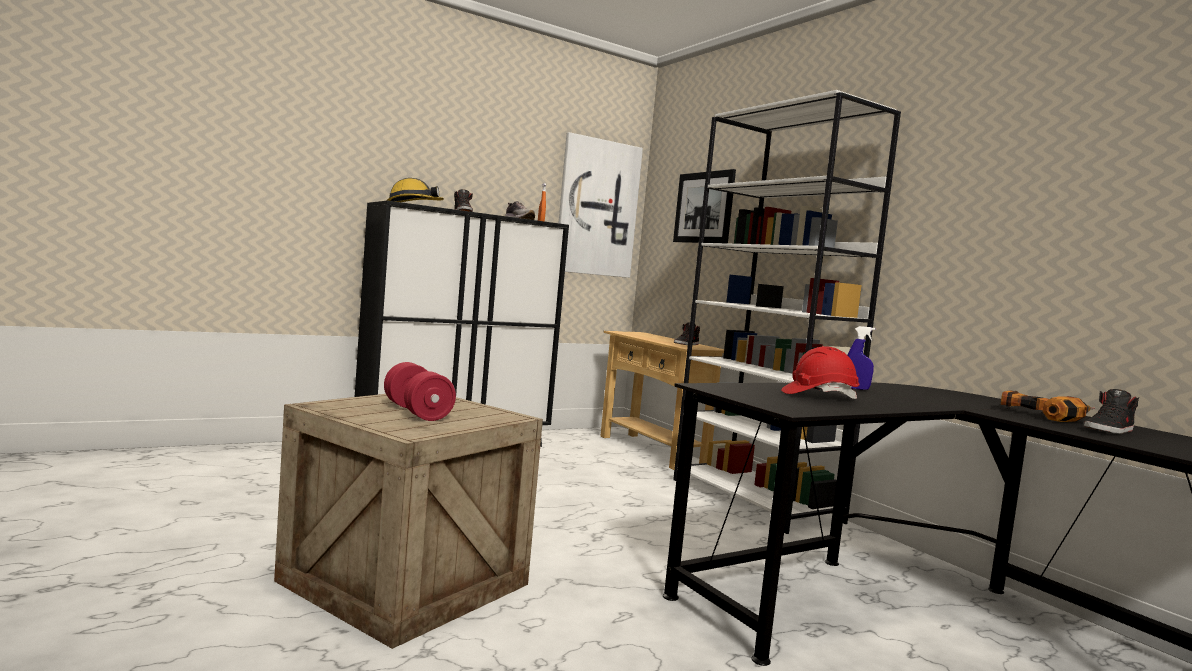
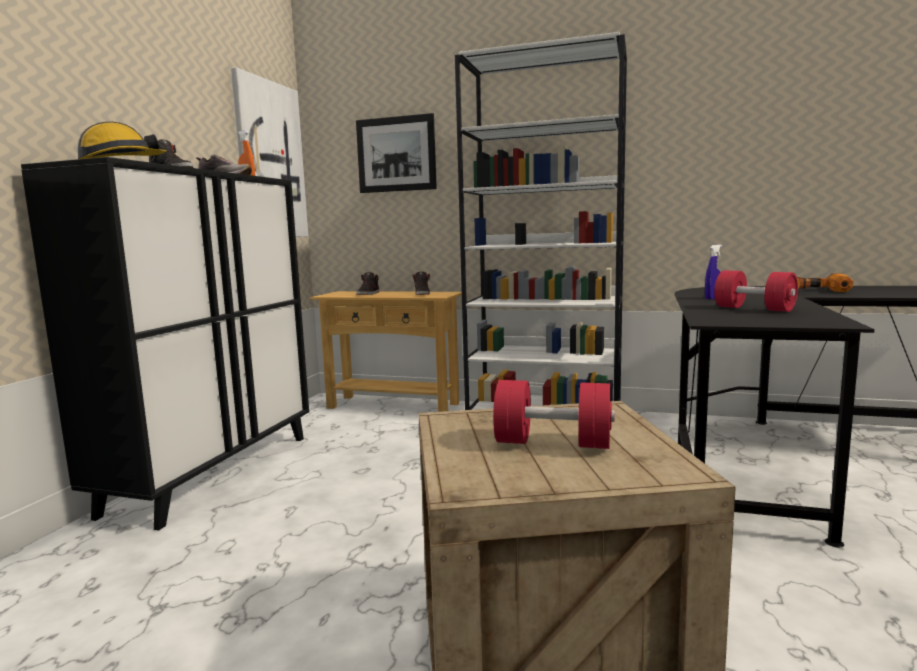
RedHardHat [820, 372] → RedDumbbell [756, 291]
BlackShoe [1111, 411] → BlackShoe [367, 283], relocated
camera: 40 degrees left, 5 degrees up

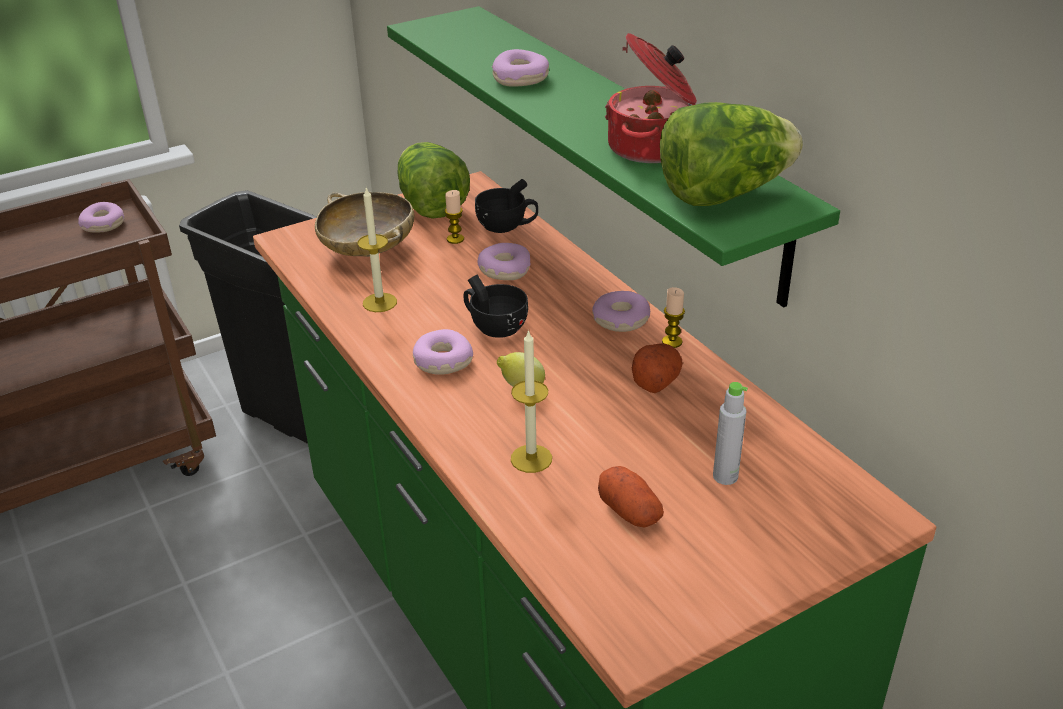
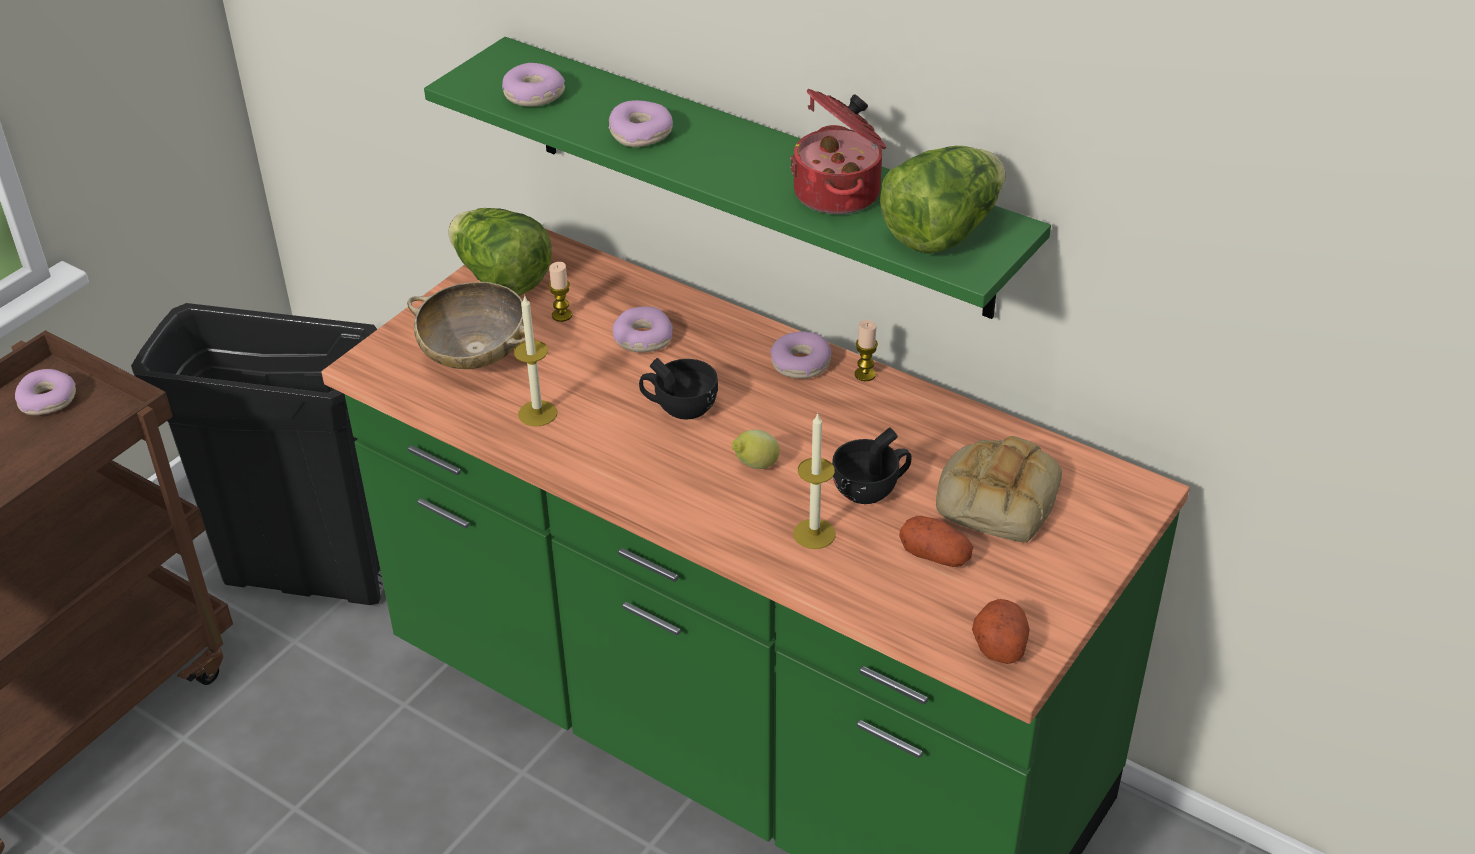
BlackCup [506, 206] → BlackCup [872, 466], relocated
Donut [443, 352] → Donut [533, 85], relocated
Potato [657, 368] → Potato [1001, 631], relocated
GreyBottle [730, 433] → Bread [999, 489]
camera: 25 degrees left, 5 degrees up

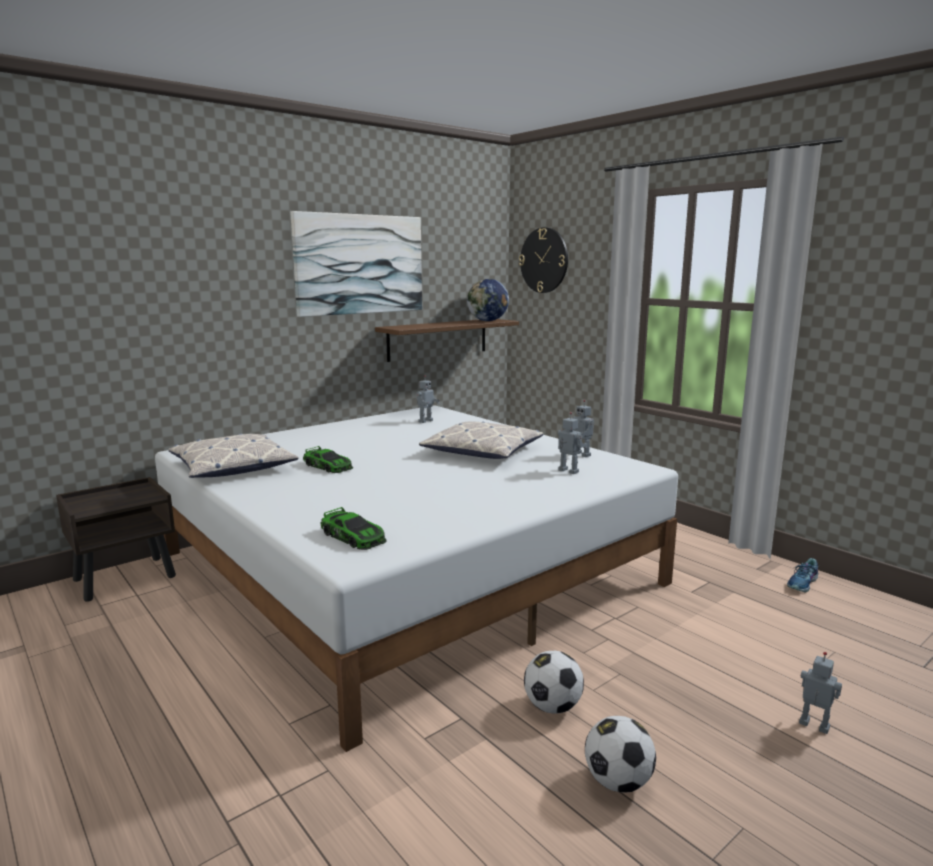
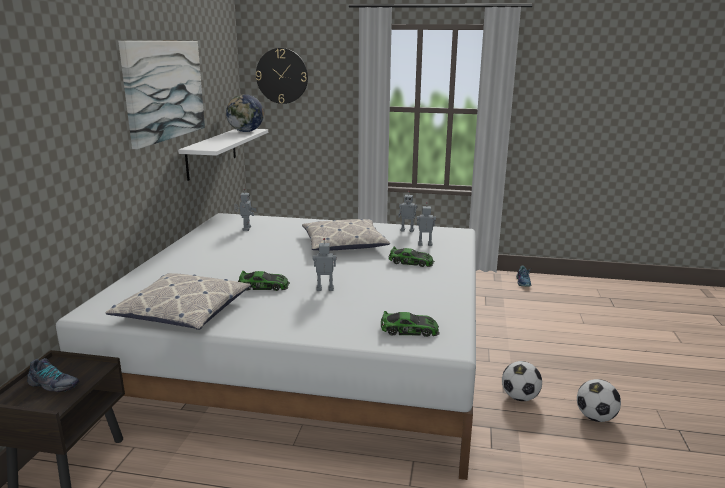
BrownShelf [447, 340] → WhiteShelf [223, 155]
ToyRobot [820, 693] → ToyRobot [325, 264], relocated
- → ToyCar [412, 257]
- → Shoe [53, 375]
camera: 40 degrees left, 5 degrees up

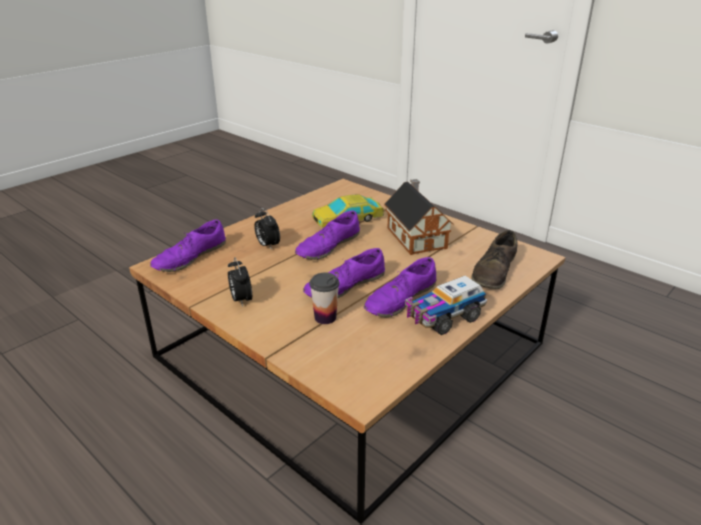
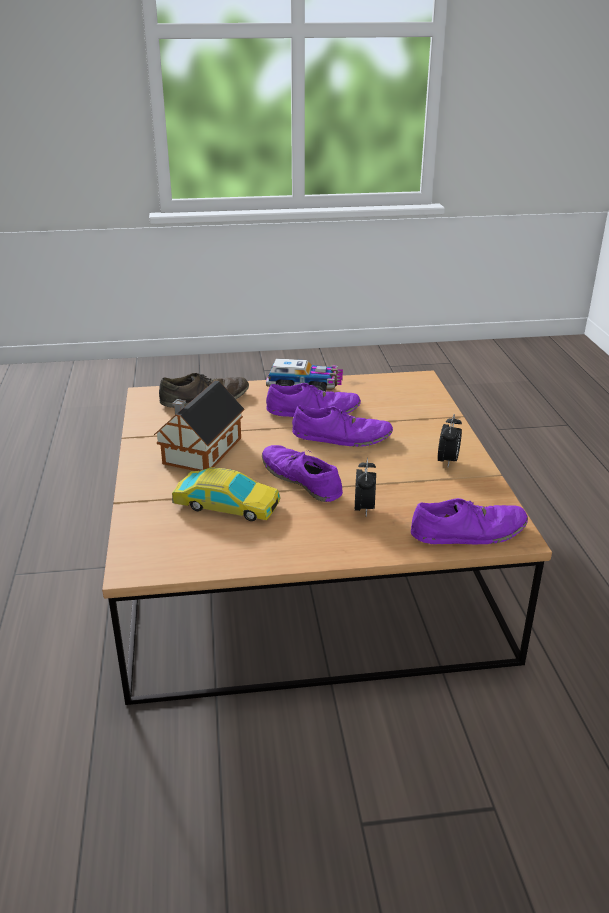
PurpleShoe [327, 235] → PurpleShoe [302, 473], 120 degrees counterclockwise
Cup [325, 298] → -
camera: 140 degrees left, 0 degrees up

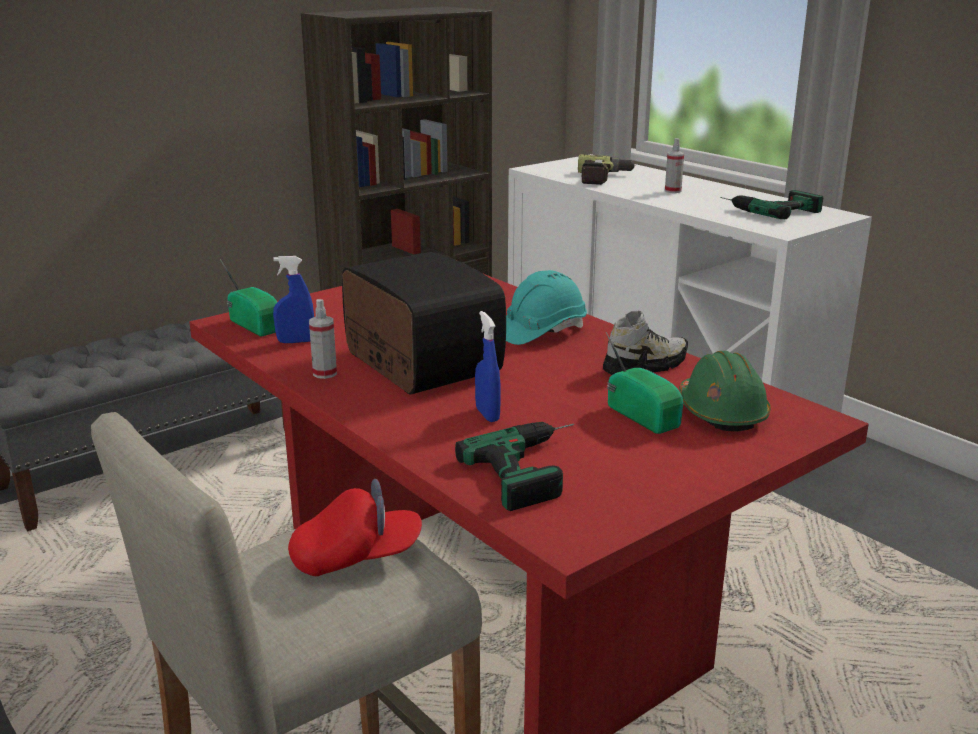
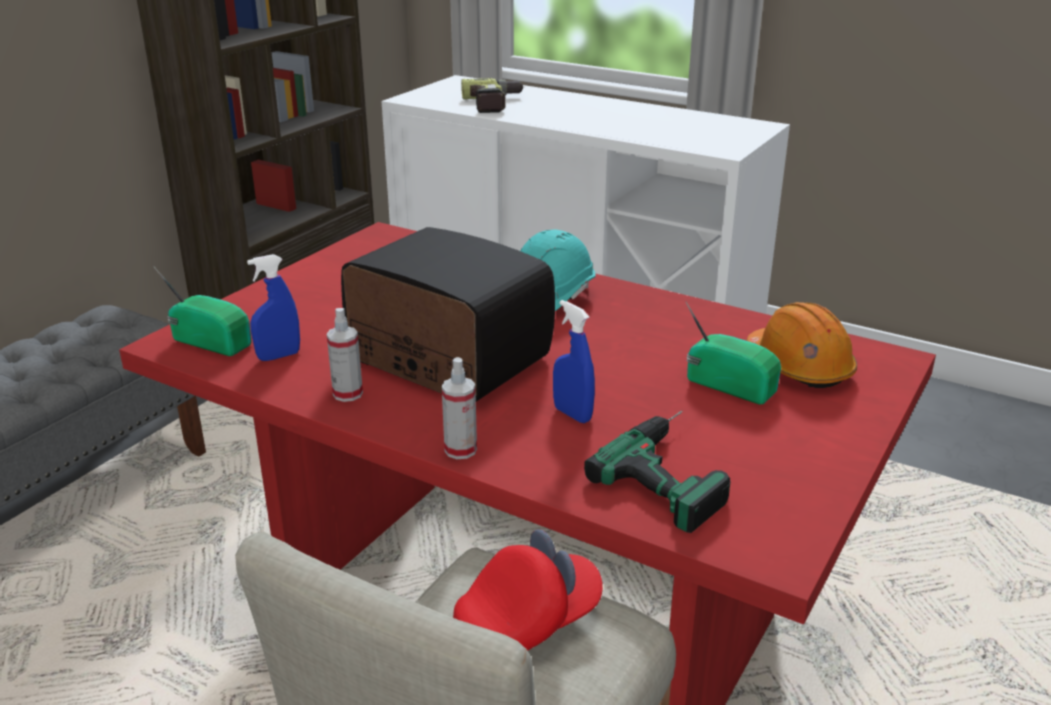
SprayBottle [674, 165] → SprayBottle [459, 408], relocated
PowerDrill [771, 204] → -
Shoe [645, 343] → -
GreenHardHat [725, 391] → OrangeHardHat [802, 345]
camera: 20 degrees left, 5 degrees up

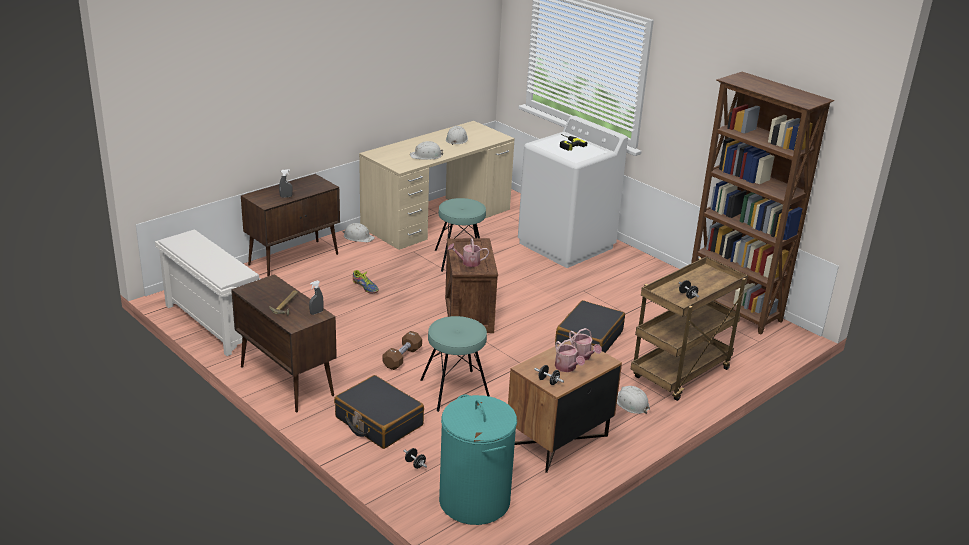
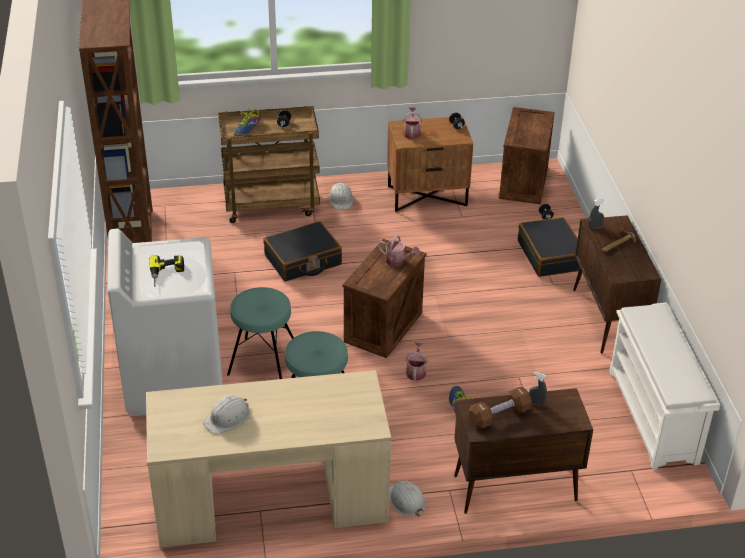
WhiteHardHat [426, 150] → -
TurquoiseStool [455, 364] → TurquoiseStool [260, 333], relocated
BrownDumbbell [402, 350] → BrownDumbbell [500, 408], relocated
WateringCan [570, 355] → WateringCan [417, 361], relocated
TurquoiseLaundryBasket [478, 459] → Crate [527, 155]
- → Shoe [247, 121]
camera: 145 degrees left, 10 degrees up

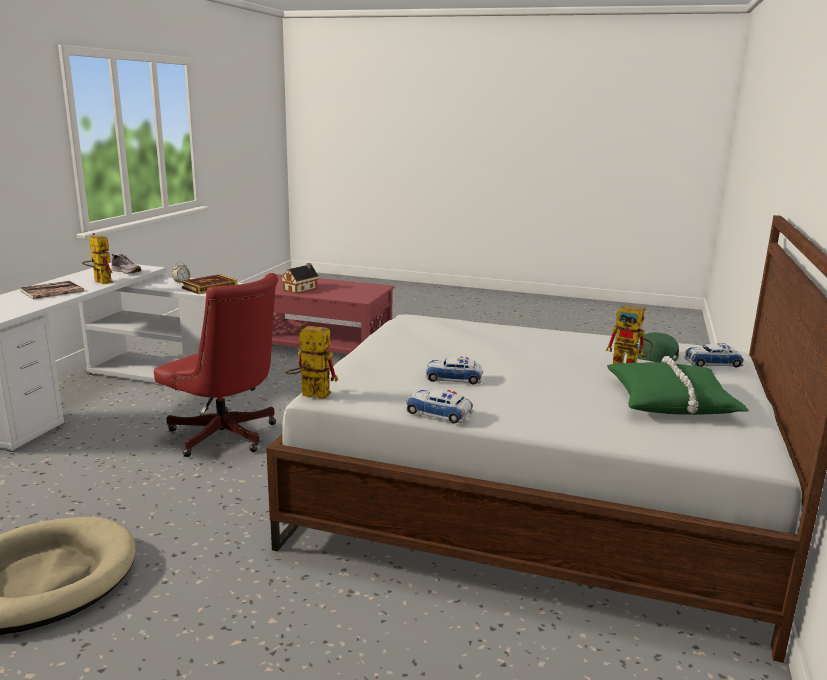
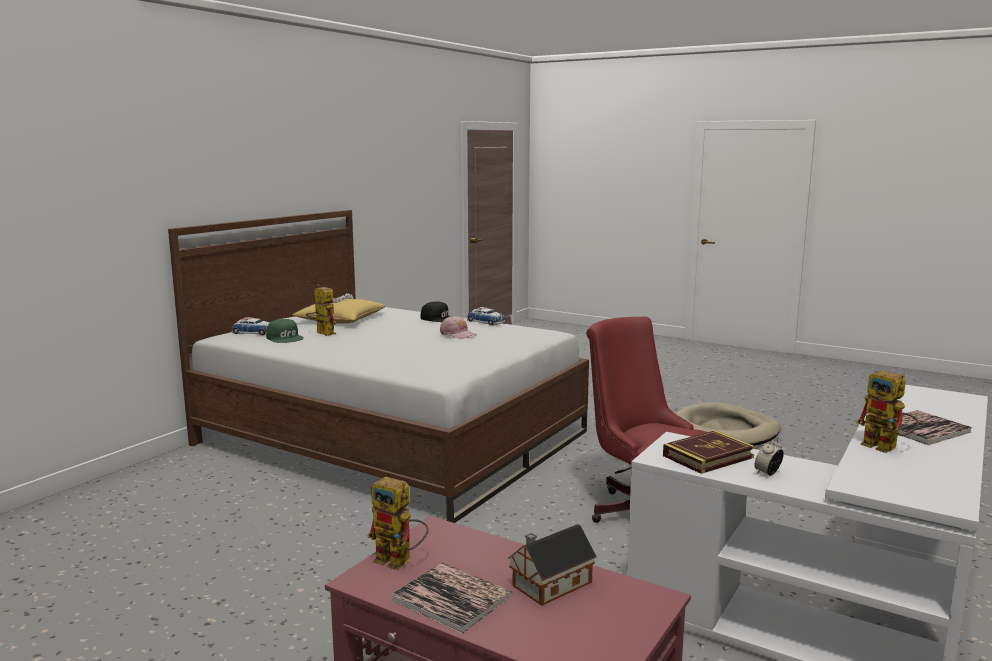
Shoe [126, 264] → -
ToyRobot [311, 361] → ToyRobot [398, 523], relocated
GreenPillow [678, 385] → YellowPillow [338, 308]
ToyCar [454, 370] → PinkCap [458, 327]
- → BlackCap [435, 311]
- → Book [452, 598]
camera: 165 degrees left, 5 degrees down

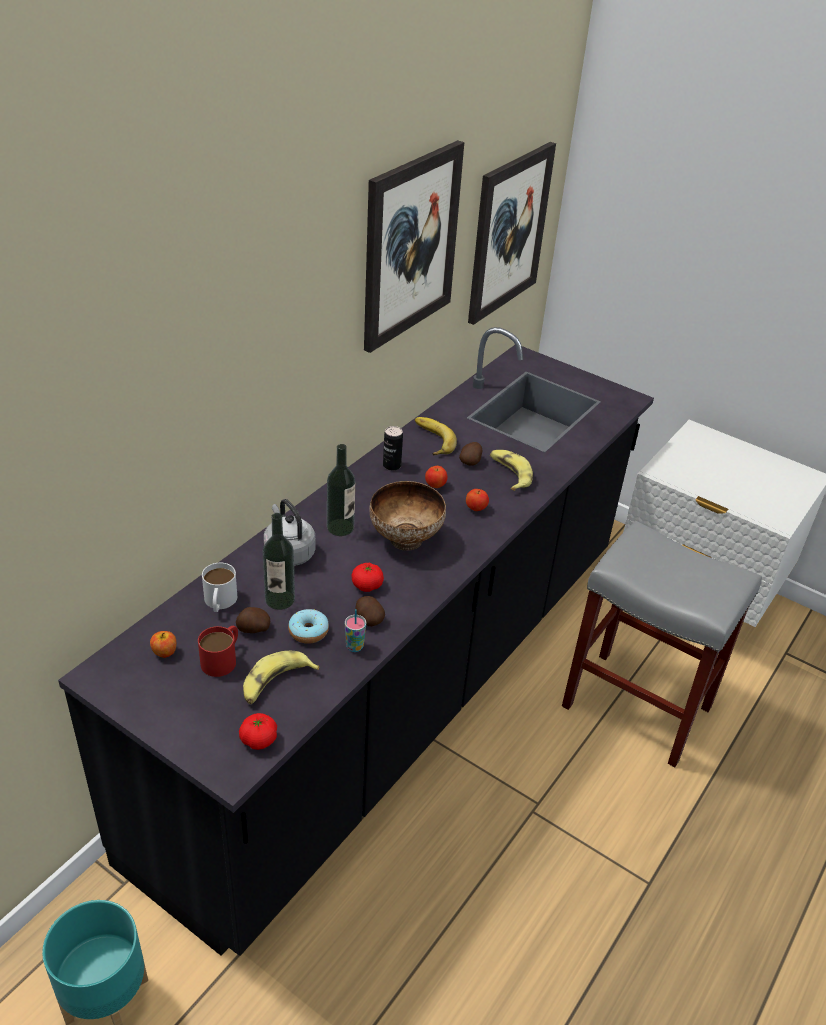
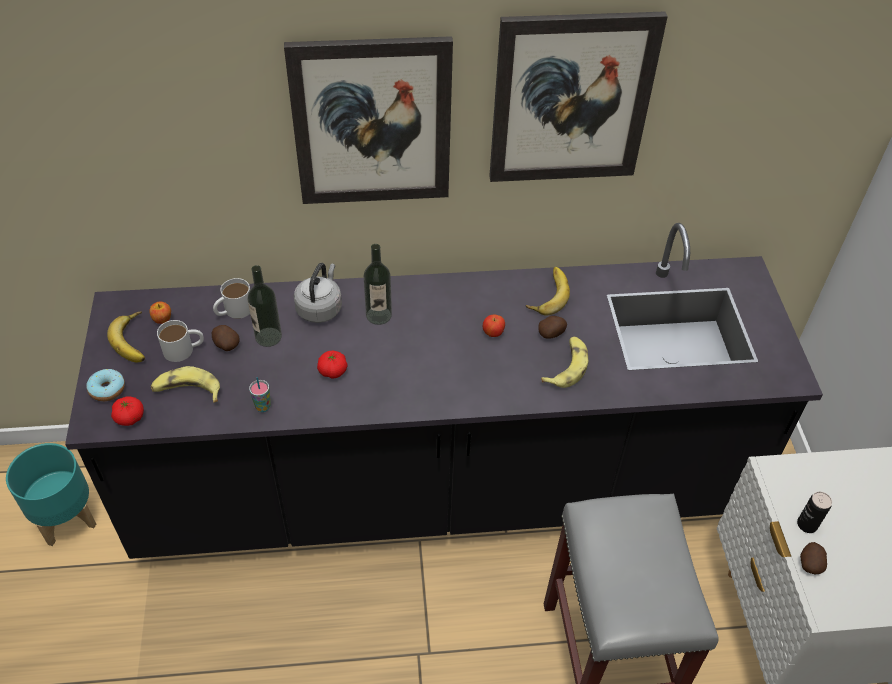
Picture [512, 233] → Picture [368, 120], relocated
Can [393, 448] → Can [814, 512], relocated
Bowl [407, 516] → -
Apple [477, 500] → -
Potato [370, 611] → Potato [813, 558], relocated
Donut [308, 626] → Donut [105, 385], relocated
RedMug [218, 651] → WhiteMug [180, 341]
- → Banana [126, 336]
camera: 50 degrees right, 10 degrees up

